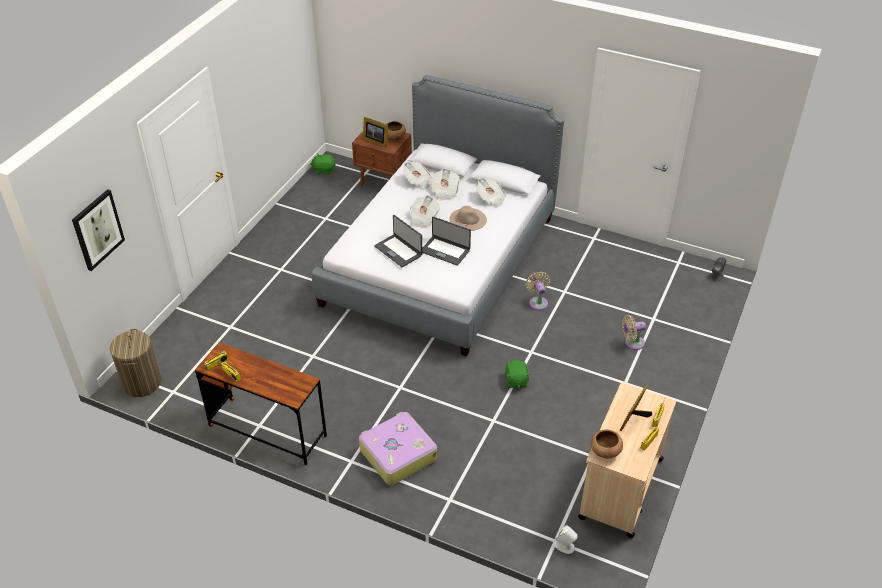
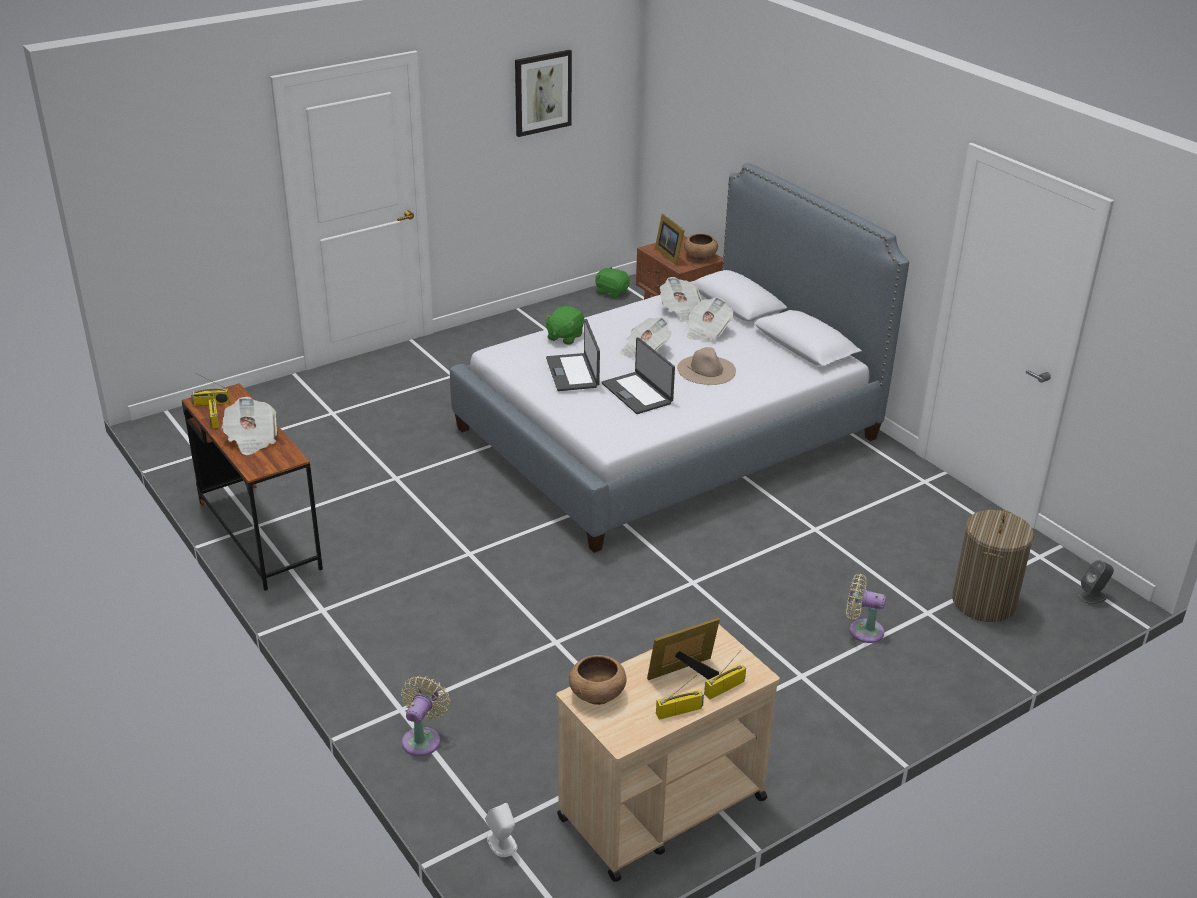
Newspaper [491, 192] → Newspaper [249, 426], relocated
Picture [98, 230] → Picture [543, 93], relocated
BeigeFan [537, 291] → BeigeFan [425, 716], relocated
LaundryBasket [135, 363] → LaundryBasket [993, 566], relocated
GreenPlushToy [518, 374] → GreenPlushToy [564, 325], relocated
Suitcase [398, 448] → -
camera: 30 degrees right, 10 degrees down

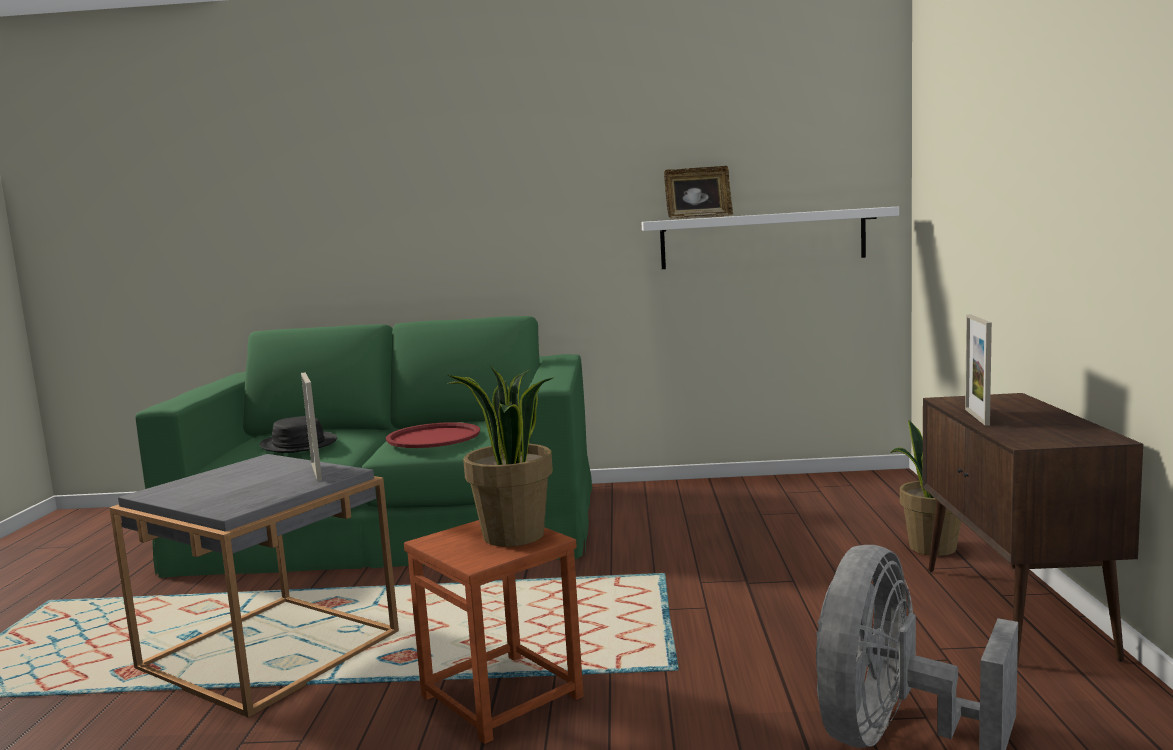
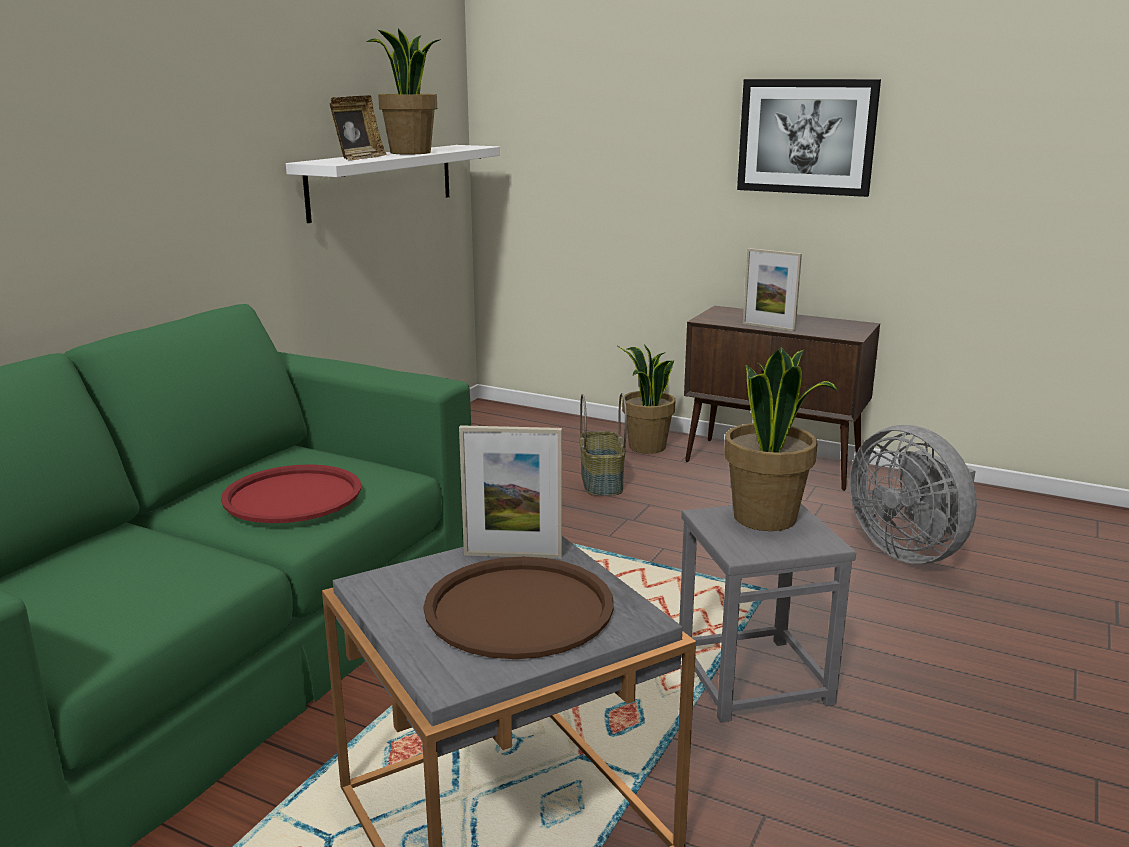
BlackHat [298, 434] → -
BrownStool [493, 632] → GreyStool [767, 613]
- → PottedPlant [403, 91]
- → Picture [809, 138]
- → Basket [603, 444]
- → BrownTray [519, 608]
camera: 65 degrees left, 10 degrees up

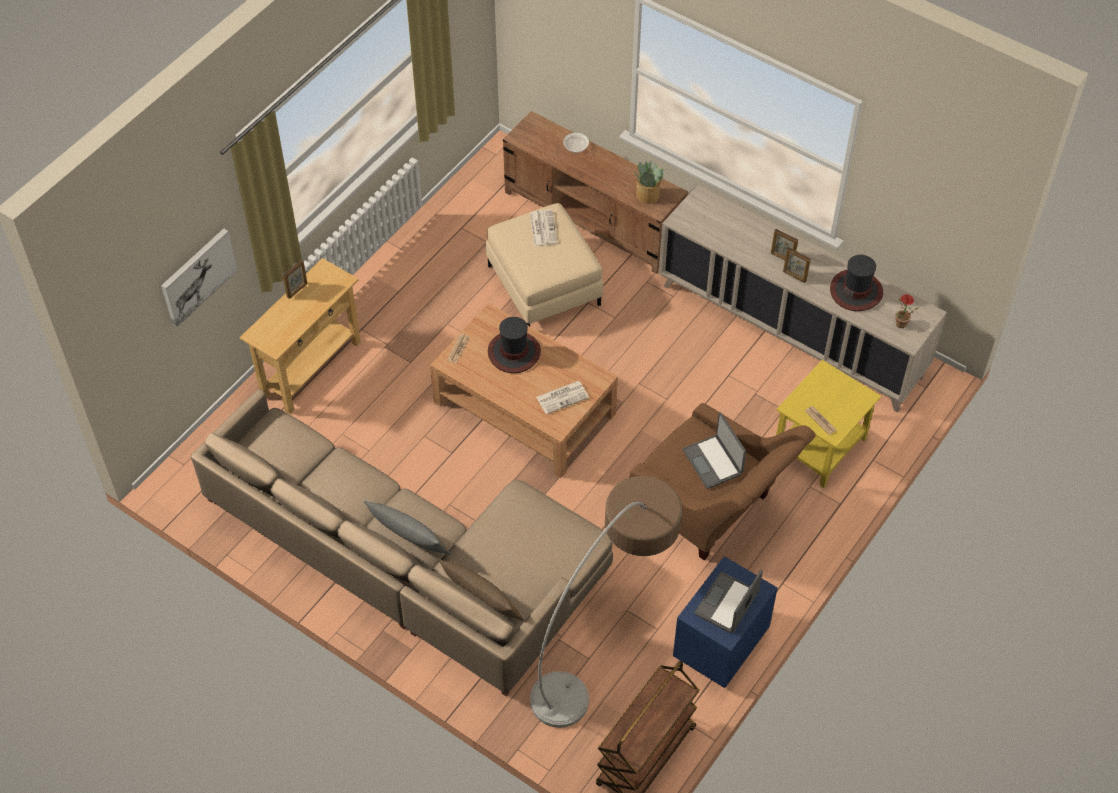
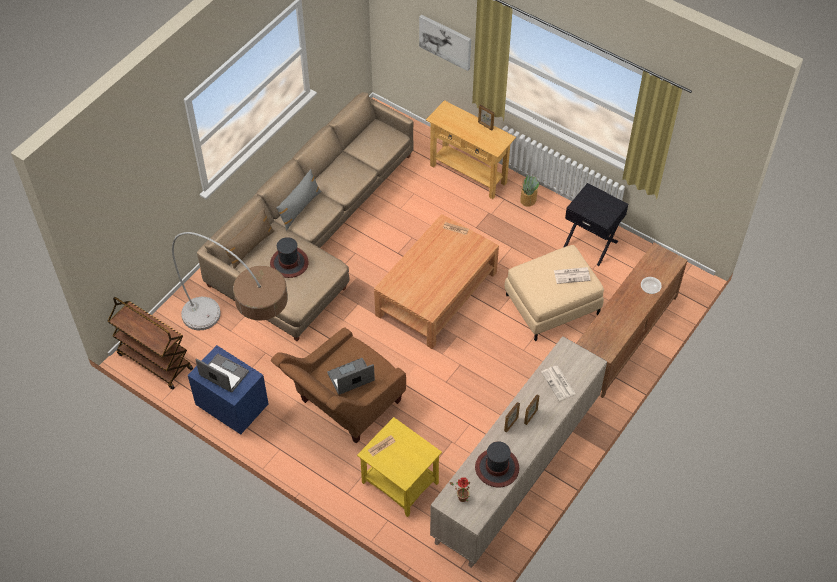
PottedPlant [649, 182] → PottedPlant [529, 191], relocated
Hat [514, 345] → Hat [289, 257], relocated
Newspaper [562, 397] → Newspaper [558, 383], relocated
- → BlackNightstand [596, 224]
camera: 90 degrees right, 0 degrees up

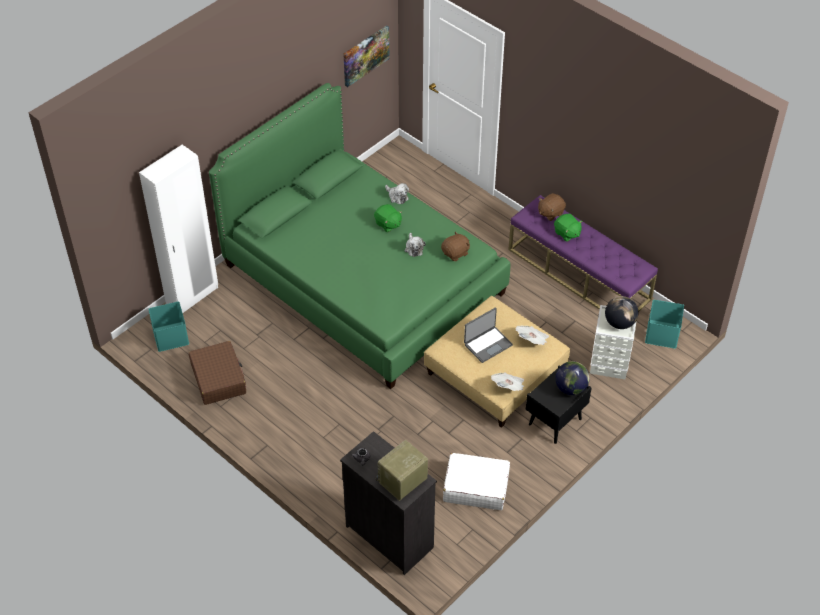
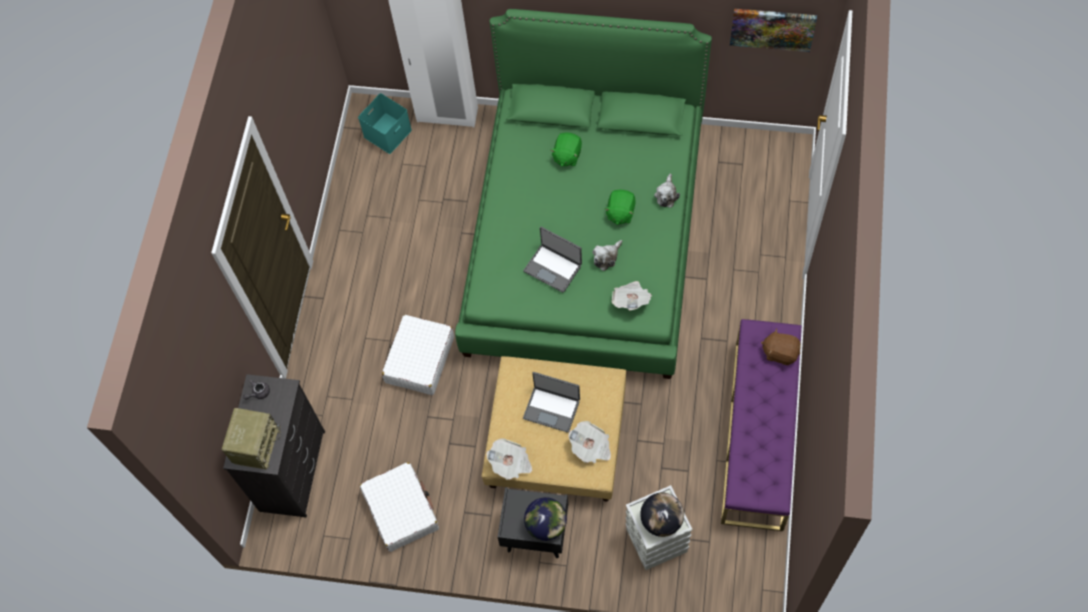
GreenPlushToy [568, 228] → GreenPlushToy [566, 149], relocated
BrownPlushToy [455, 246] → Newspaper [631, 295]
TurquoiseStorageBox [664, 324] → -
BrownSuitcase [217, 373] → -
Radio [402, 470] → Radio [251, 439], 90 degrees clockwise
- → Laptop [552, 260]
- → WhiteSuitcase [418, 355]
camera: 60 degrees right, 15 degrees up

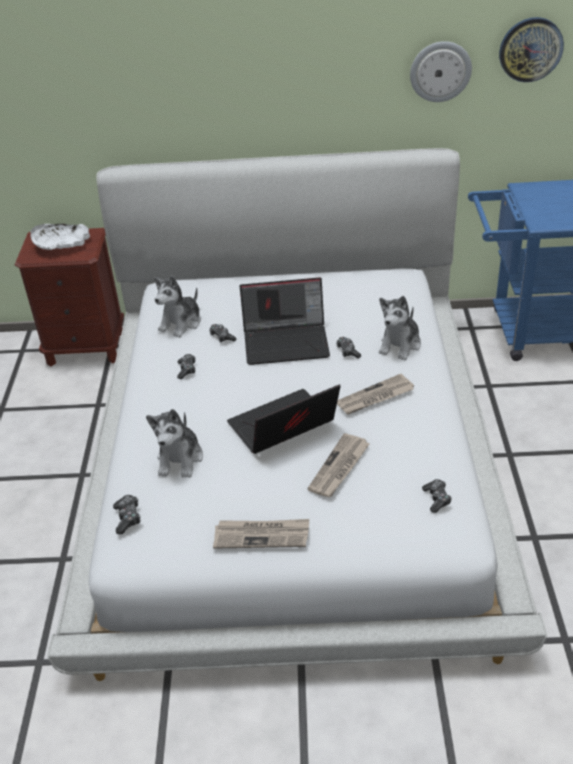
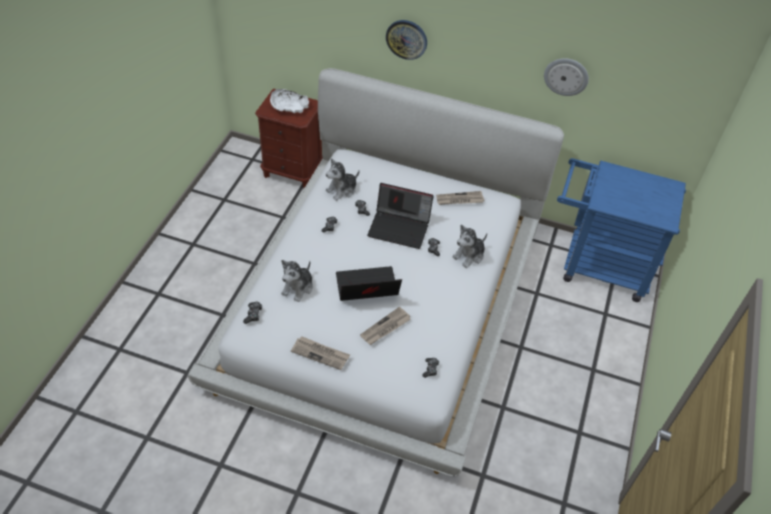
WallClock [531, 49] → WallClock [406, 40], relocated
Newspaper [375, 394] → Newspaper [460, 198], relocated
camera: 15 degrees right, 10 degrees up

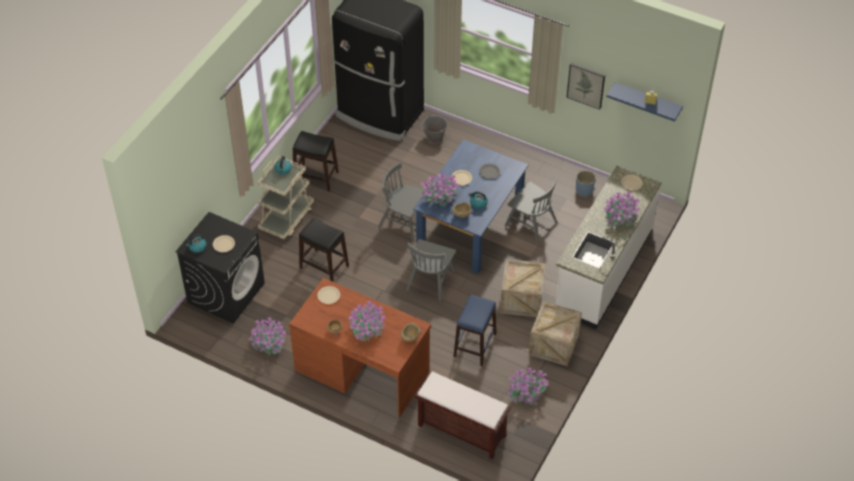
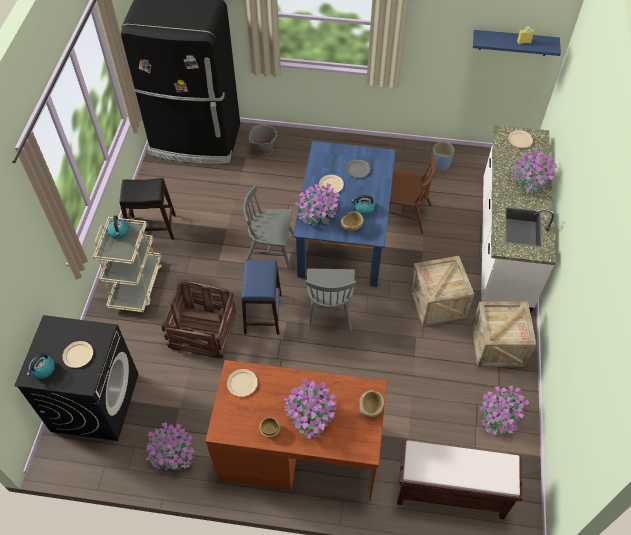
Picture [586, 86] → -
GreyChair [531, 210] → BrownChair [412, 194]
BlackStool [324, 250] → Crate [198, 319]
BlueStool [475, 330] → BlueStool [261, 297], relocated
camera: 20 degrees left, 5 degrees up

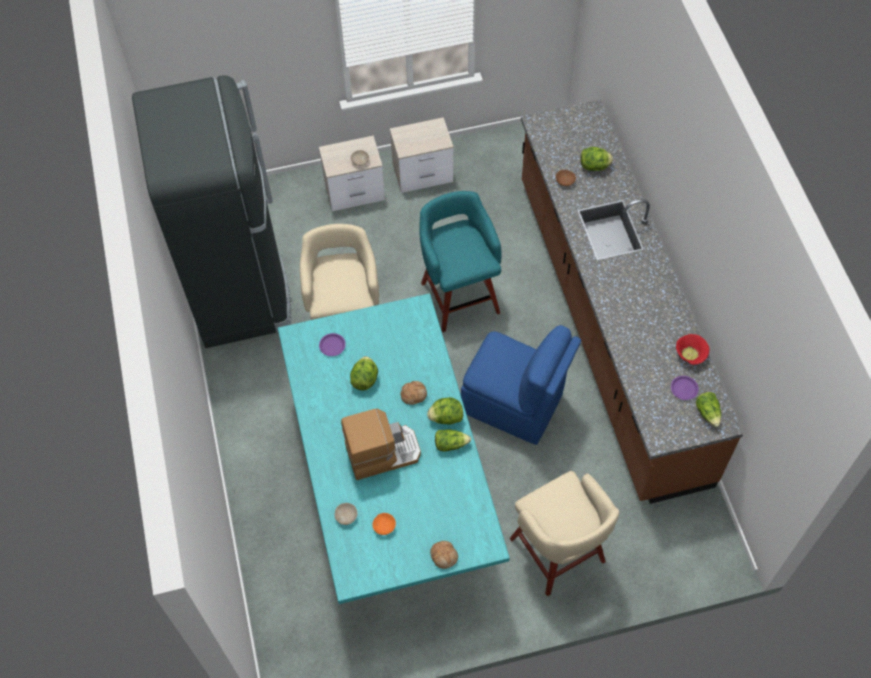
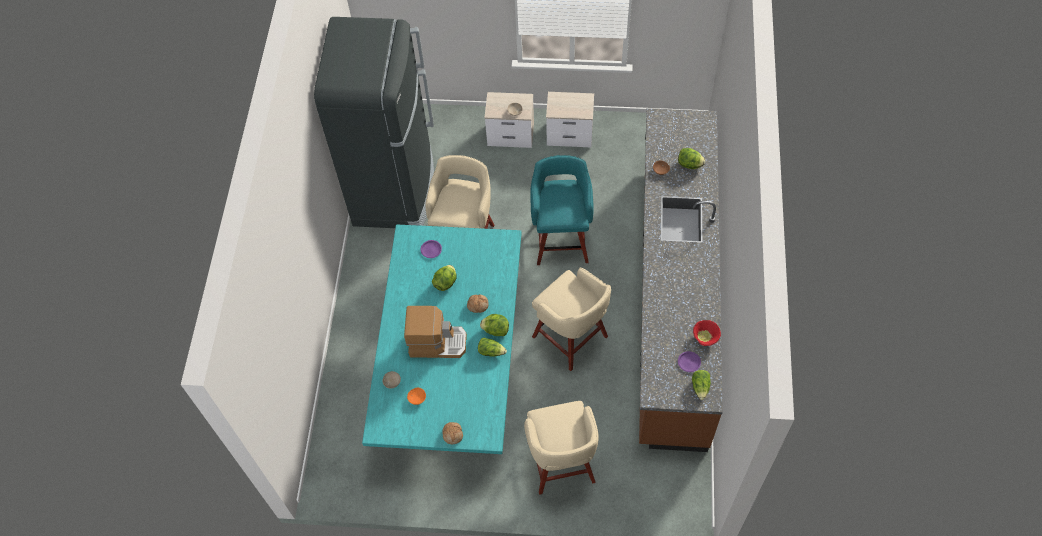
BlueChair [521, 385] → BeigeStool [571, 319]
camera: 20 degrees right, 0 degrees up

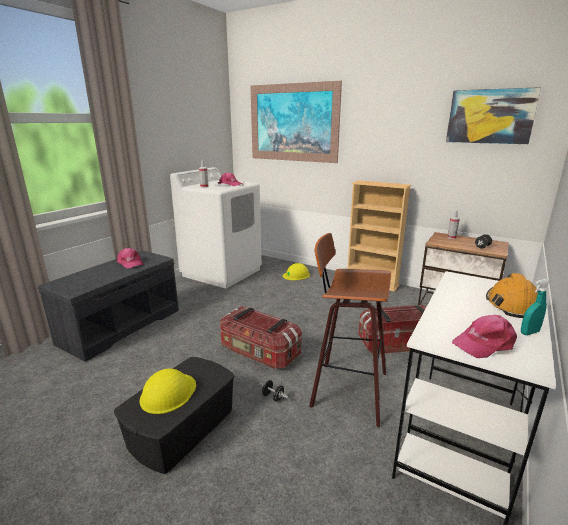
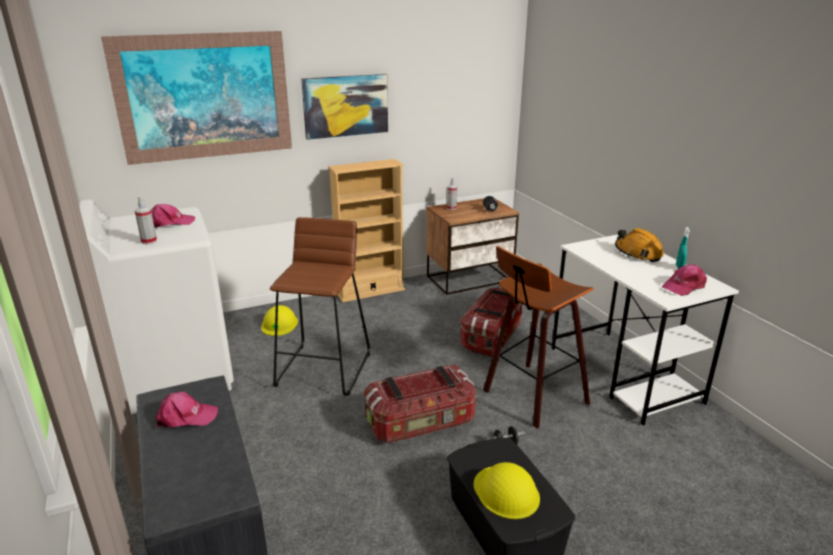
Picture [493, 115] → Picture [344, 107], relocated
PinkCap [484, 336] → PinkCap [684, 280], 45 degrees clockwise
- → BrownStool [320, 306]
camera: 55 degrees left, 5 degrees up

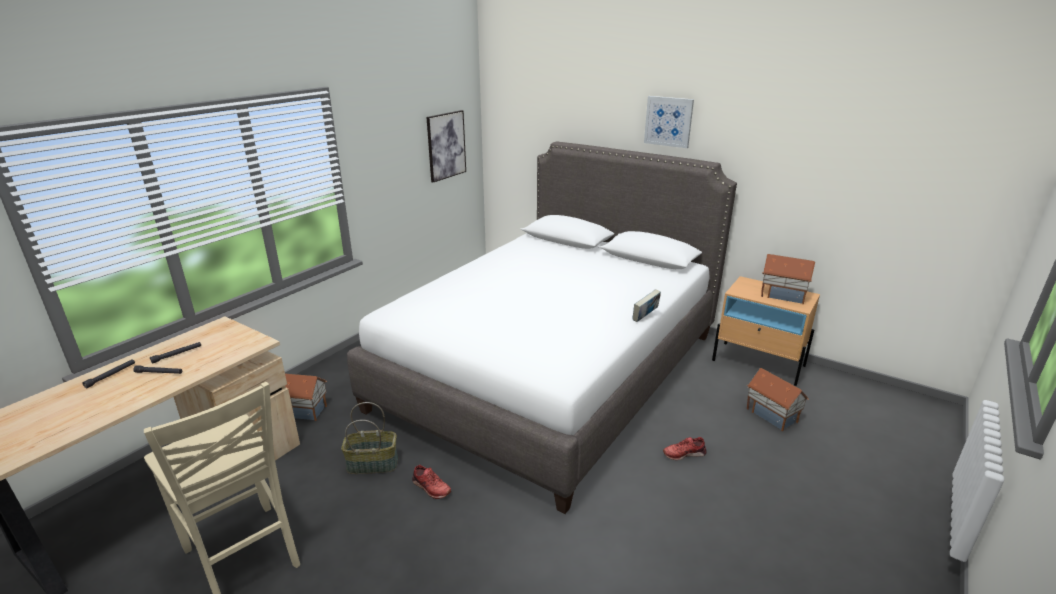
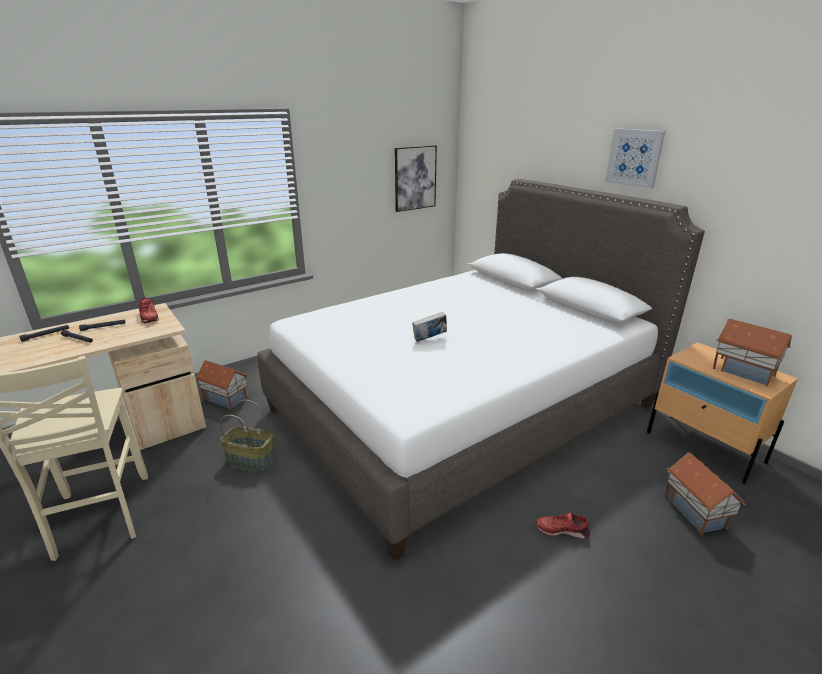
Book [646, 305] → Book [429, 327], relocated
RedShoe [431, 482] → RedShoe [149, 310], relocated
camera: 20 degrees right, 0 degrees up

